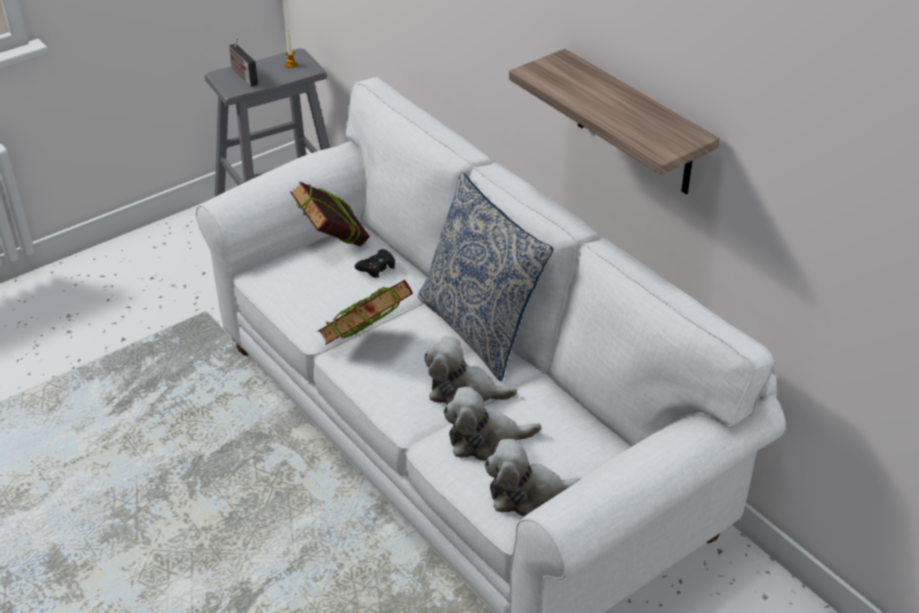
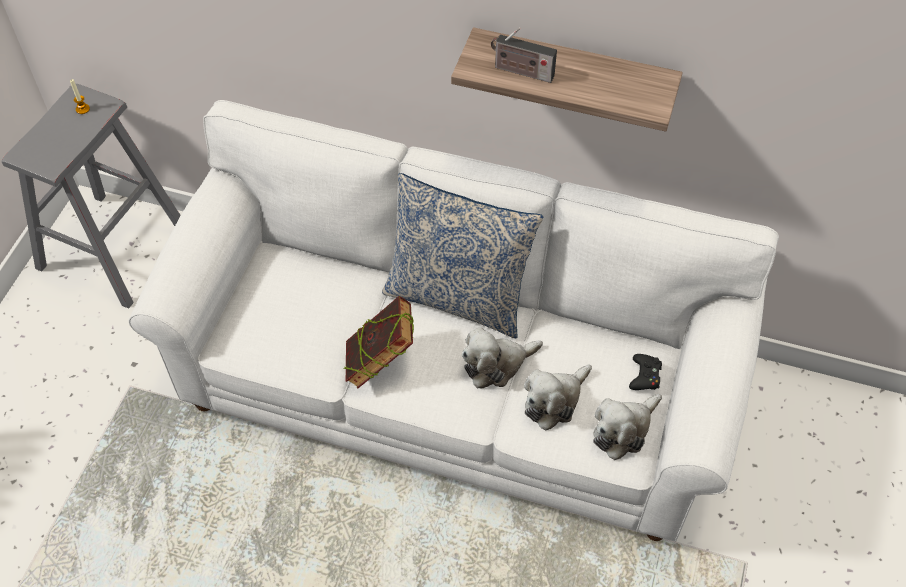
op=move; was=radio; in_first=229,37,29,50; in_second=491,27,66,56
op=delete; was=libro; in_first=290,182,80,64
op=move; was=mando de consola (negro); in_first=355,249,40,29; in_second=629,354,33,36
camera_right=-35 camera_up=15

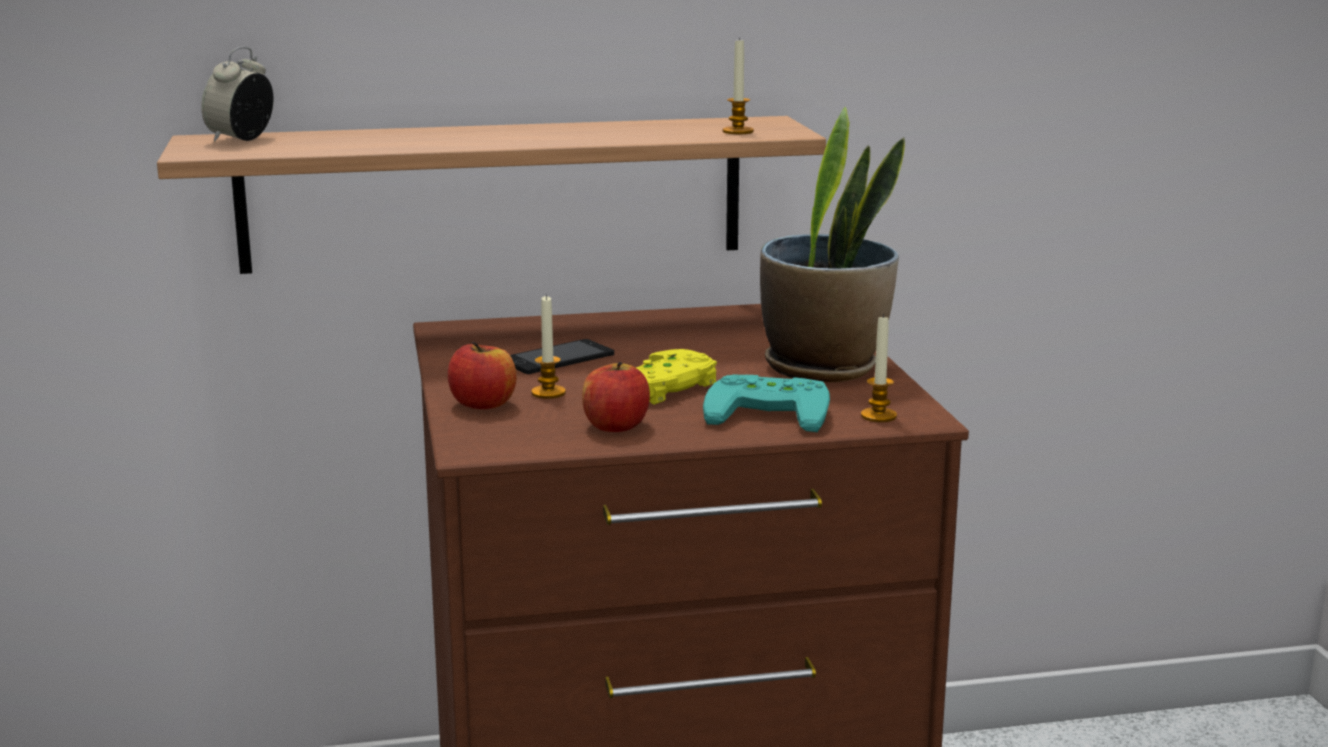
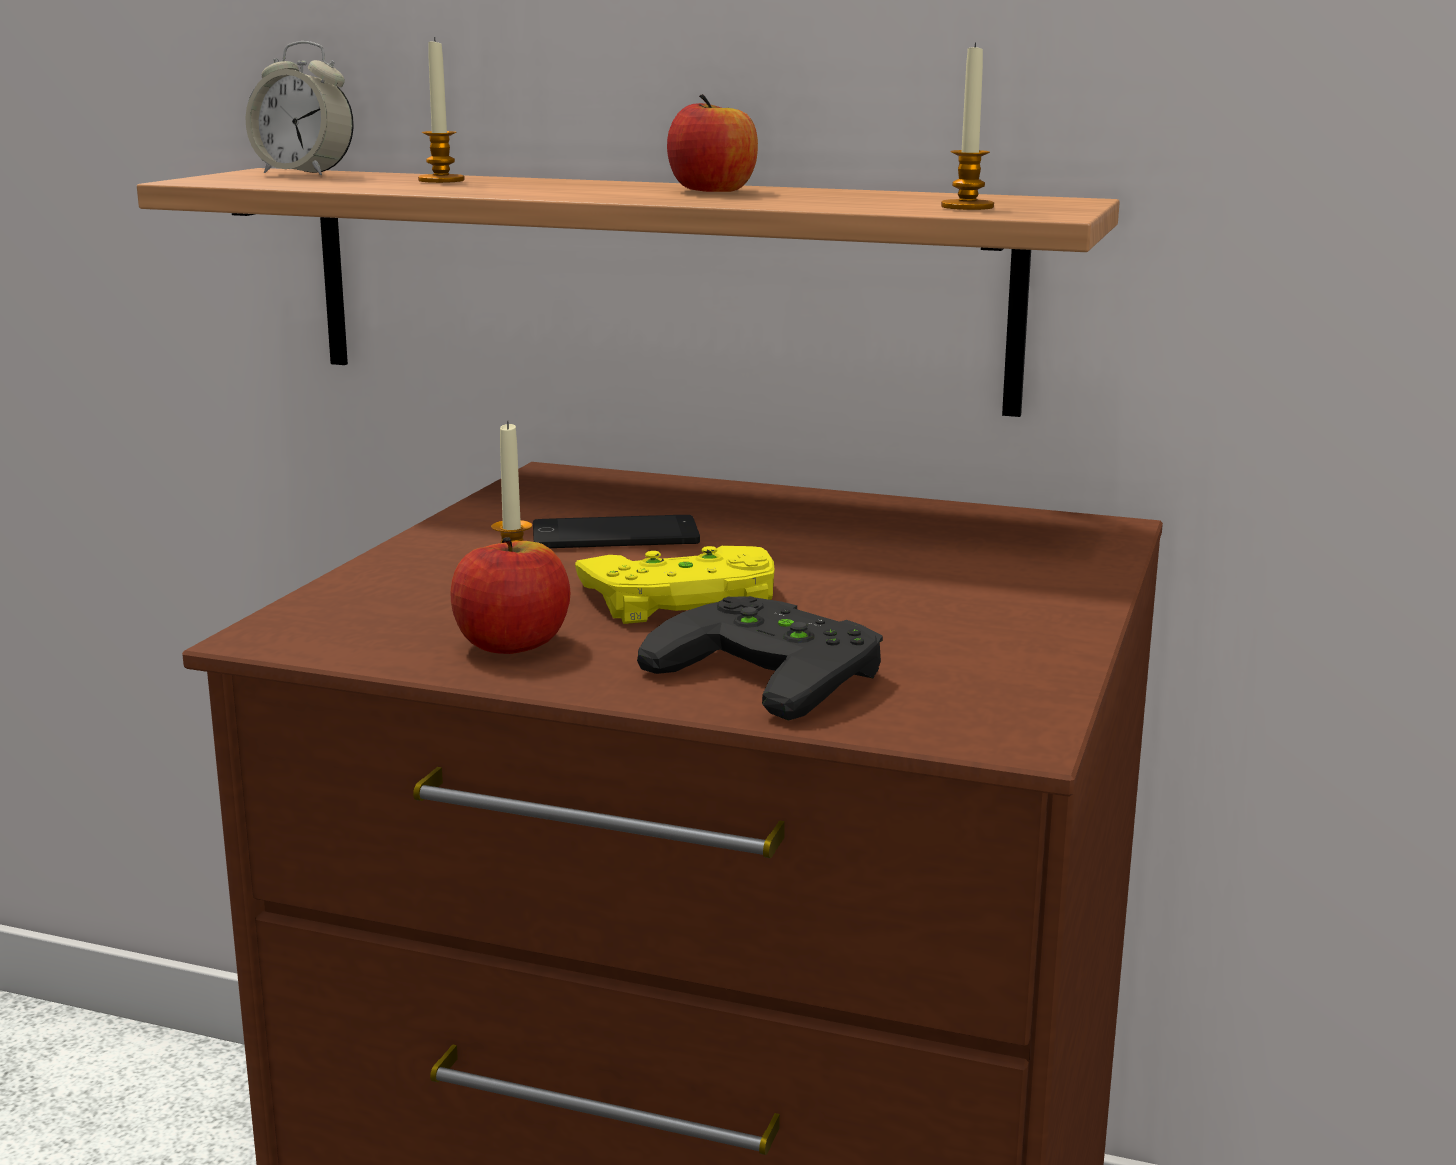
op=rotate; was=despertador; in_first=201,46,72,96; in_second=246,41,108,134; clockwise=-120
op=move; was=manzana; in_first=448,341,69,68; in_second=667,94,91,98
op=recolor; was=mando de consola (turquesa); now=mando de consola (negro); in_first=703,374,127,58; in_second=637,596,246,125
op=delete; was=planta en maceta; in_first=760,107,145,275
op=move; was=vela; in_first=861,314,36,108; in_second=418,37,47,146
camera_right=30 camera_up=0

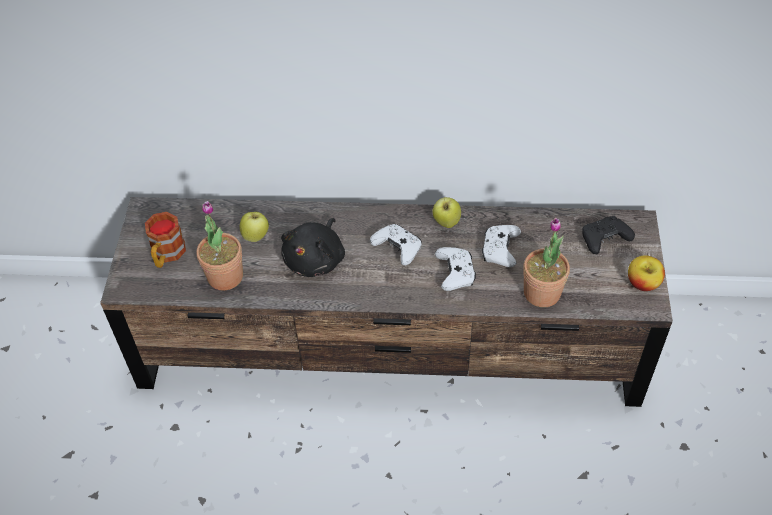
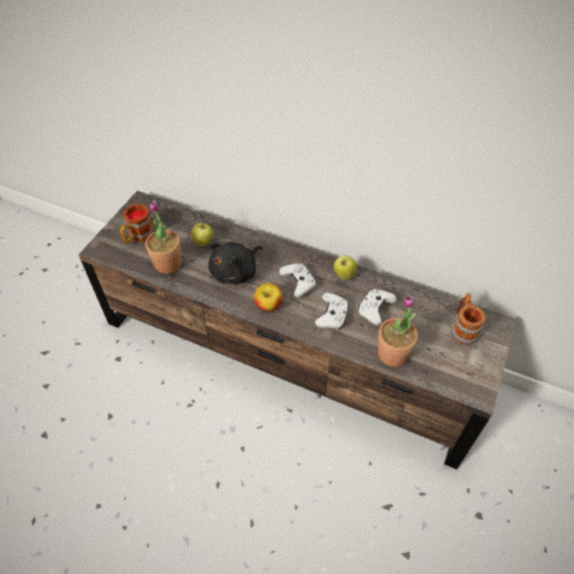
op=replace; was=mando de consola (negro); now=taza grande; in_first=582,216,53,38; in_second=451,293,35,52
op=move; was=manzana; in_first=628,255,37,36; in_second=254,283,29,29
camera_right=20 camera_up=0

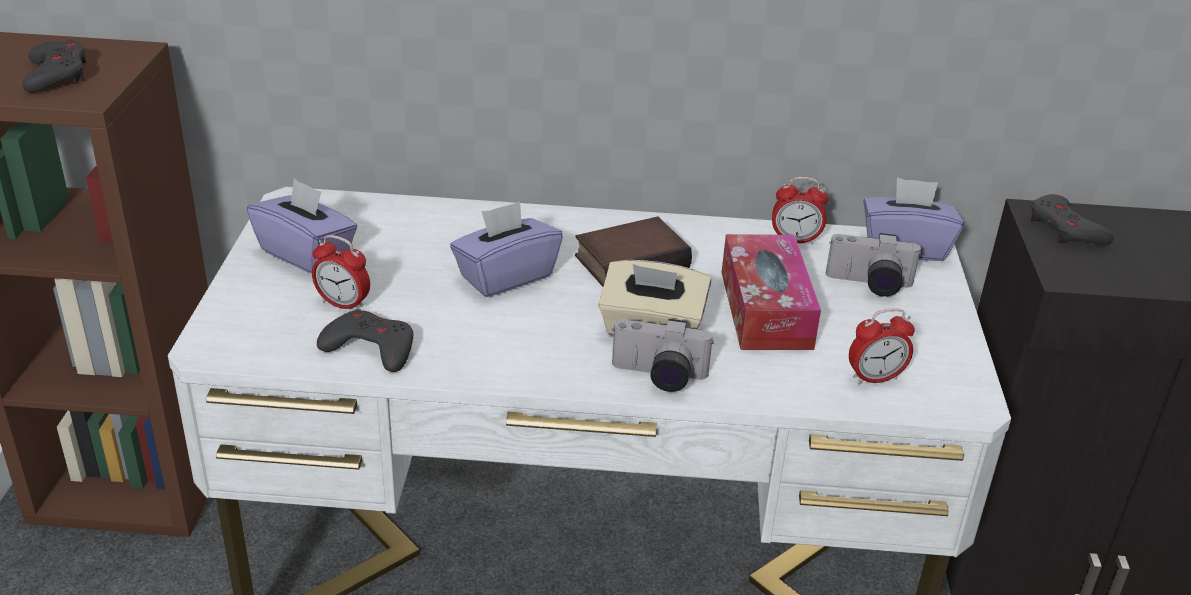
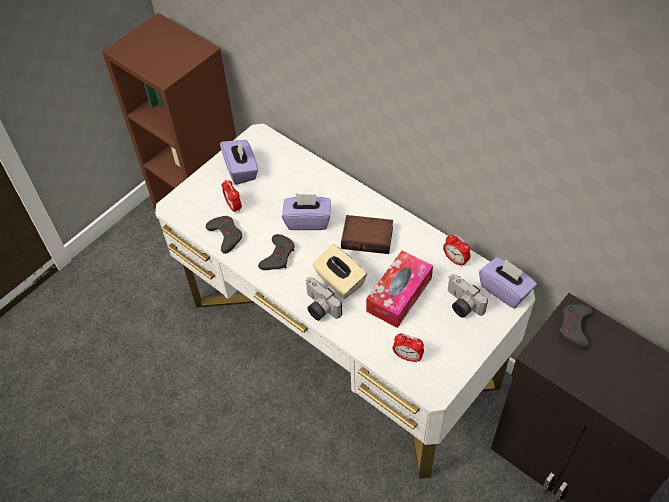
op=move; was=mando de consola (gris); in_first=22,40,64,53; in_second=258,234,37,36
camera_right=40 camera_up=20

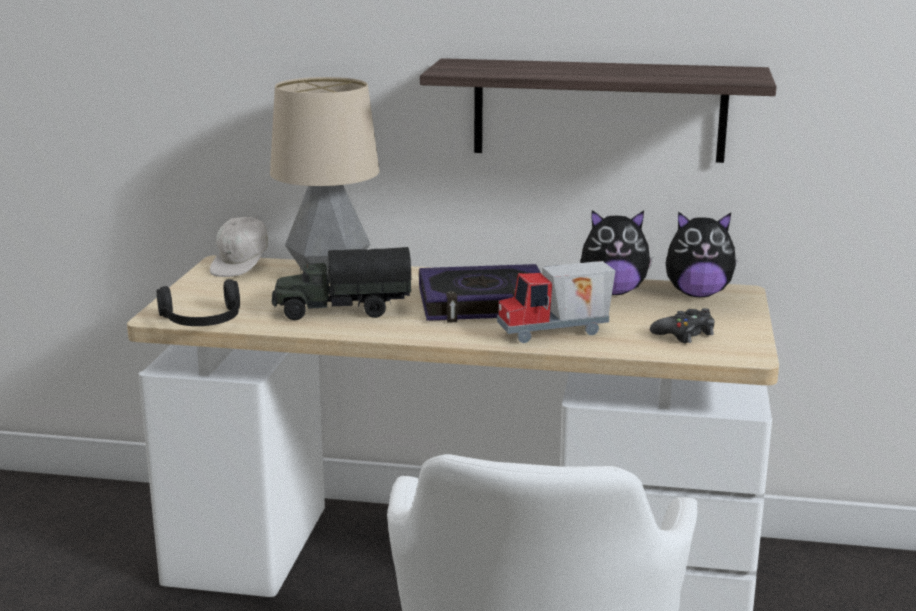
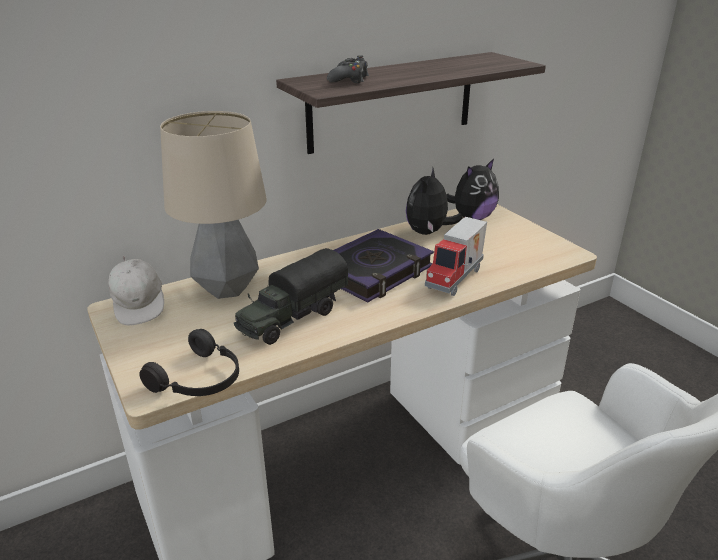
op=rotate; was=peluche; in_first=580,210,73,85; in_second=406,167,57,68; clockwise=150
op=move; was=mando de consola (negro); in_first=650,308,65,35; in_second=327,55,42,29
camera_right=-40 camera_up=10

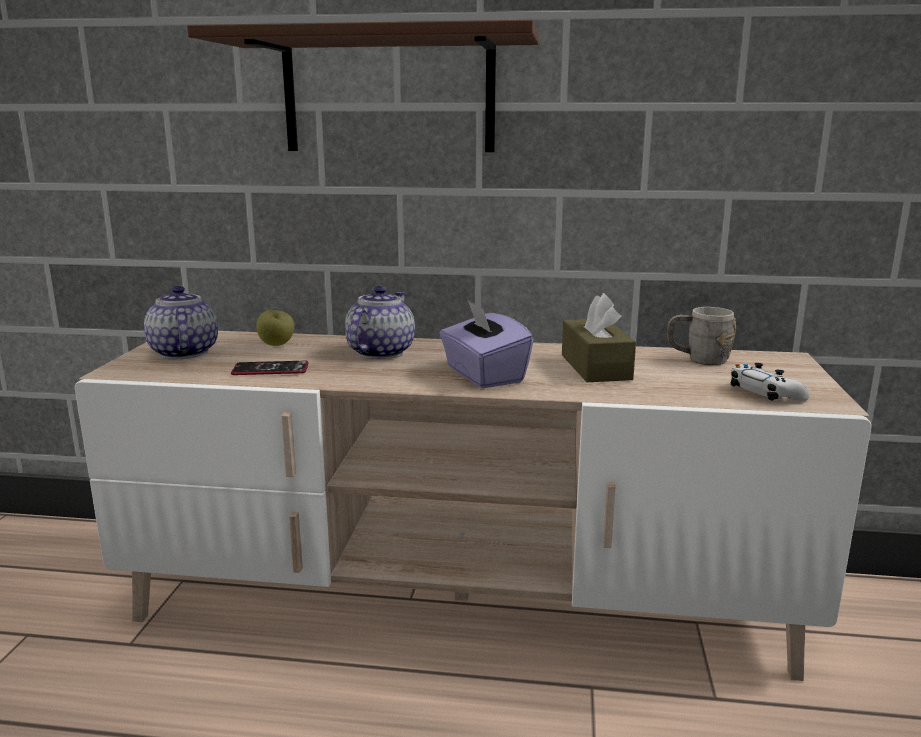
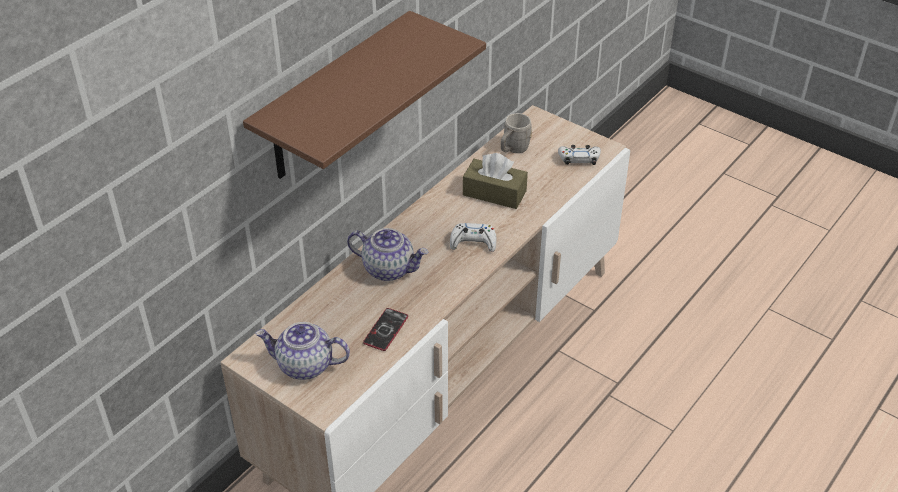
op=delete; was=manzana; in_first=256,310,38,36
op=rotate; was=tetera; in_first=345,286,70,73; in_second=347,228,81,53; clockwise=150
op=replace; was=caja de pañuelos (morado); now=mando de consola (blanco); in_first=439,300,95,88; in_second=450,223,46,29
camera_right=-60 camera_up=25

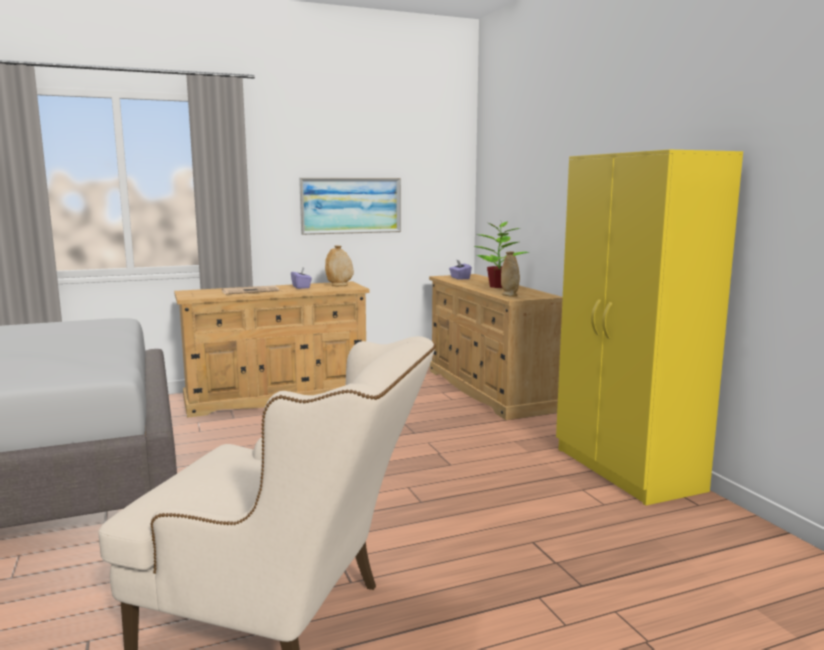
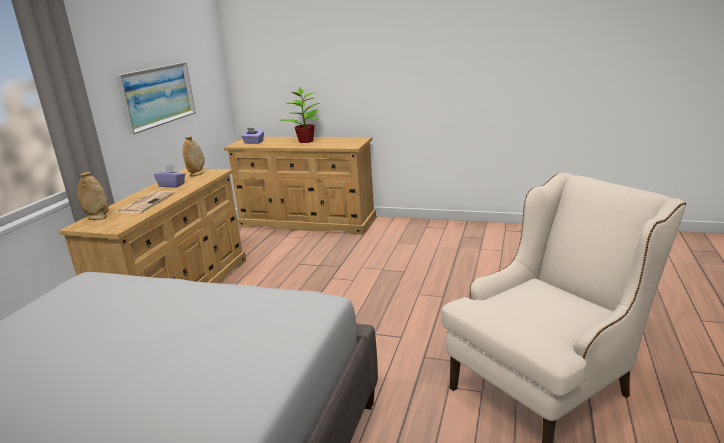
op=move; was=florero (beis); in_first=501,251,19,46; in_second=77,172,32,48
op=delete; was=armario ropero (amarillo); in_first=556,150,187,355
camera_right=-50 camera_up=10

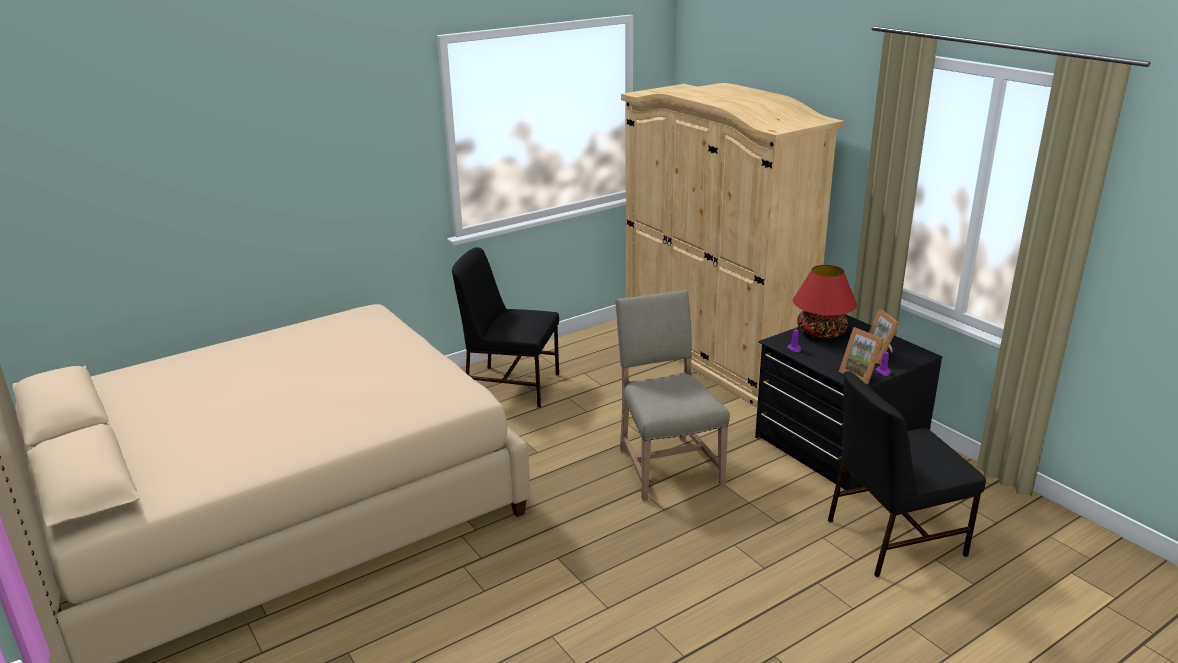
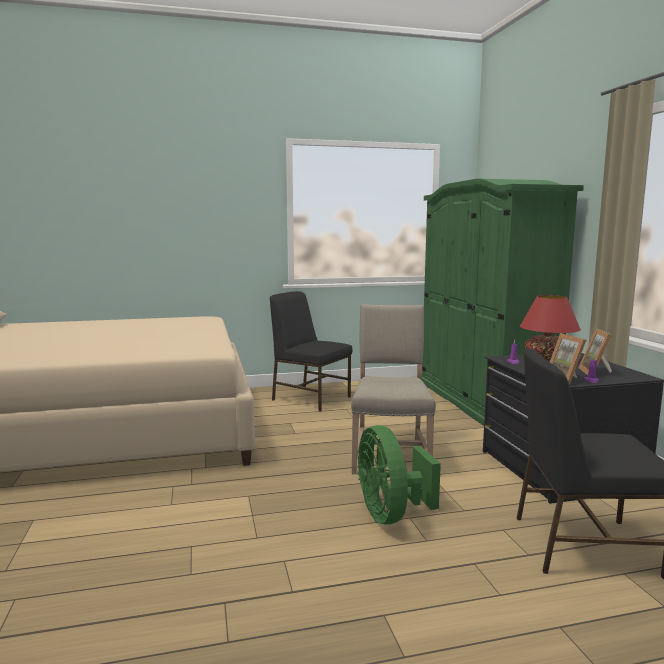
op=recolor; was=armario ropero (beis); now=armario ropero (verde); in_first=621,83,223,325; in_second=422,179,162,247
op=insert; now=ventilador (verde); in_second=358,425,83,100
camera_right=20 camera_up=-15

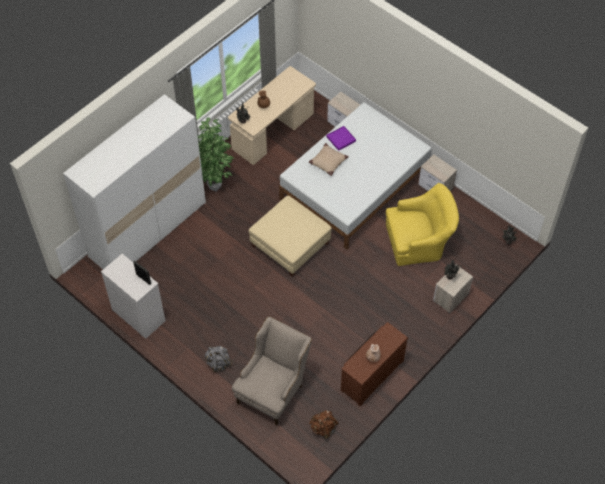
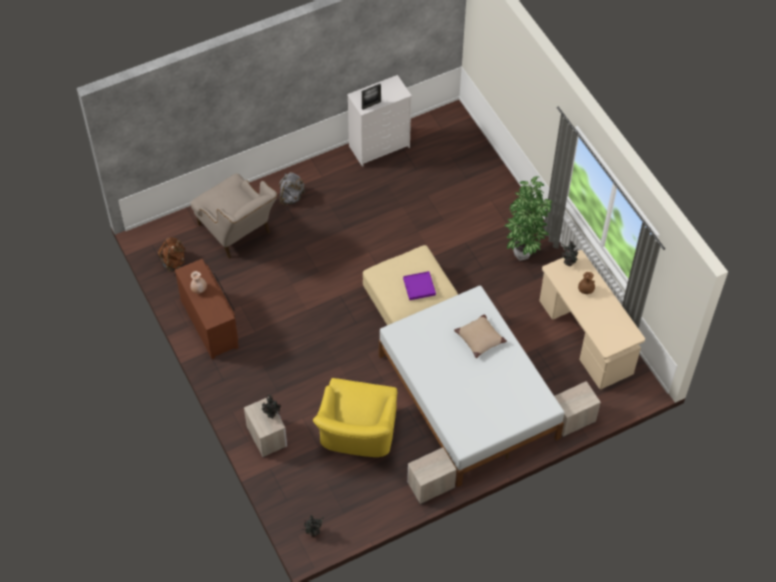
op=delete; was=armario ropero (blanco); in_first=63,94,143,175
op=move; was=bandeja (morado); in_first=326,126,30,25; in_second=403,271,33,29
camera_right=110 camera_up=0

